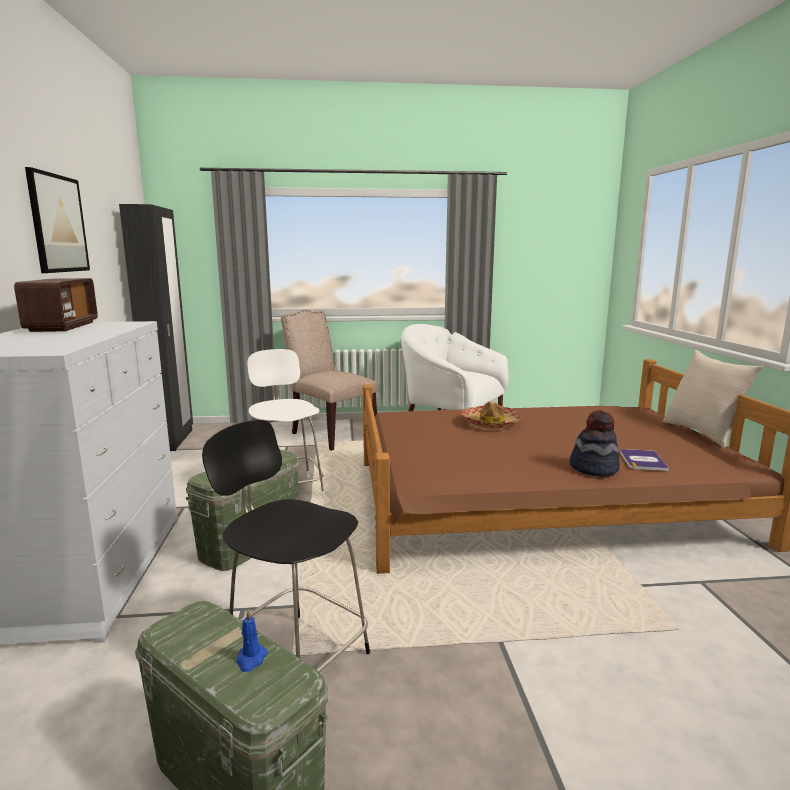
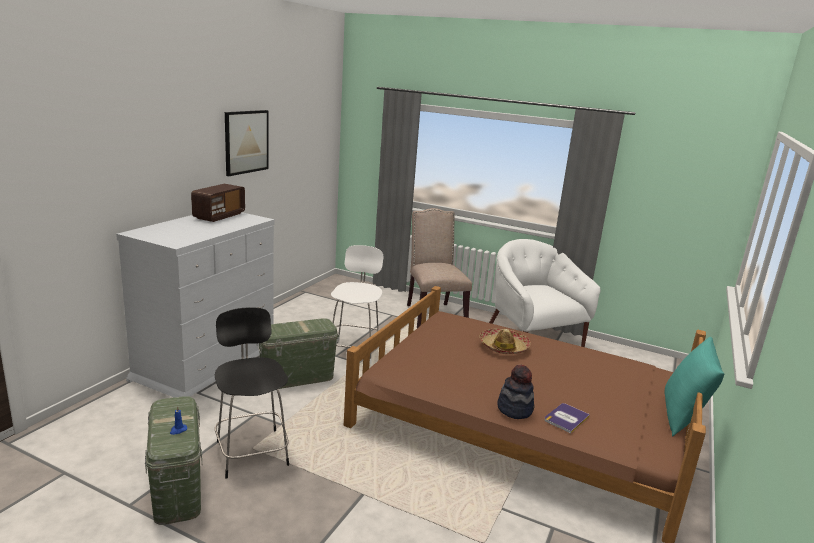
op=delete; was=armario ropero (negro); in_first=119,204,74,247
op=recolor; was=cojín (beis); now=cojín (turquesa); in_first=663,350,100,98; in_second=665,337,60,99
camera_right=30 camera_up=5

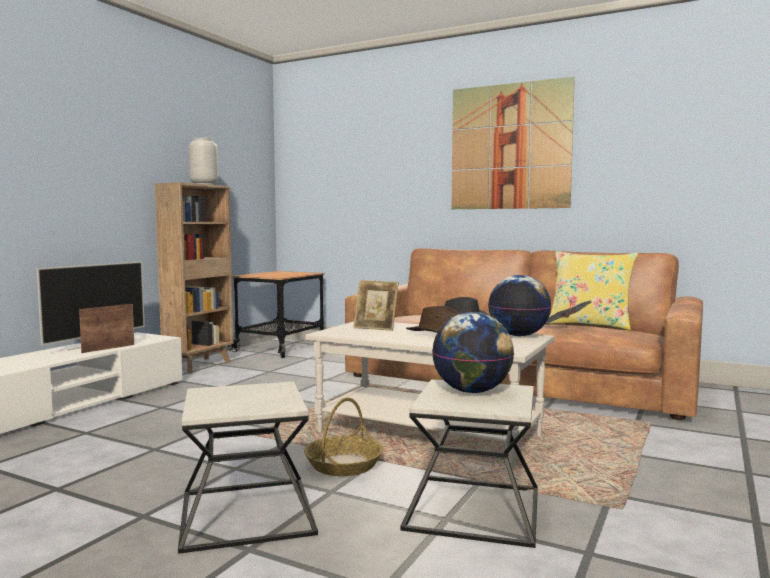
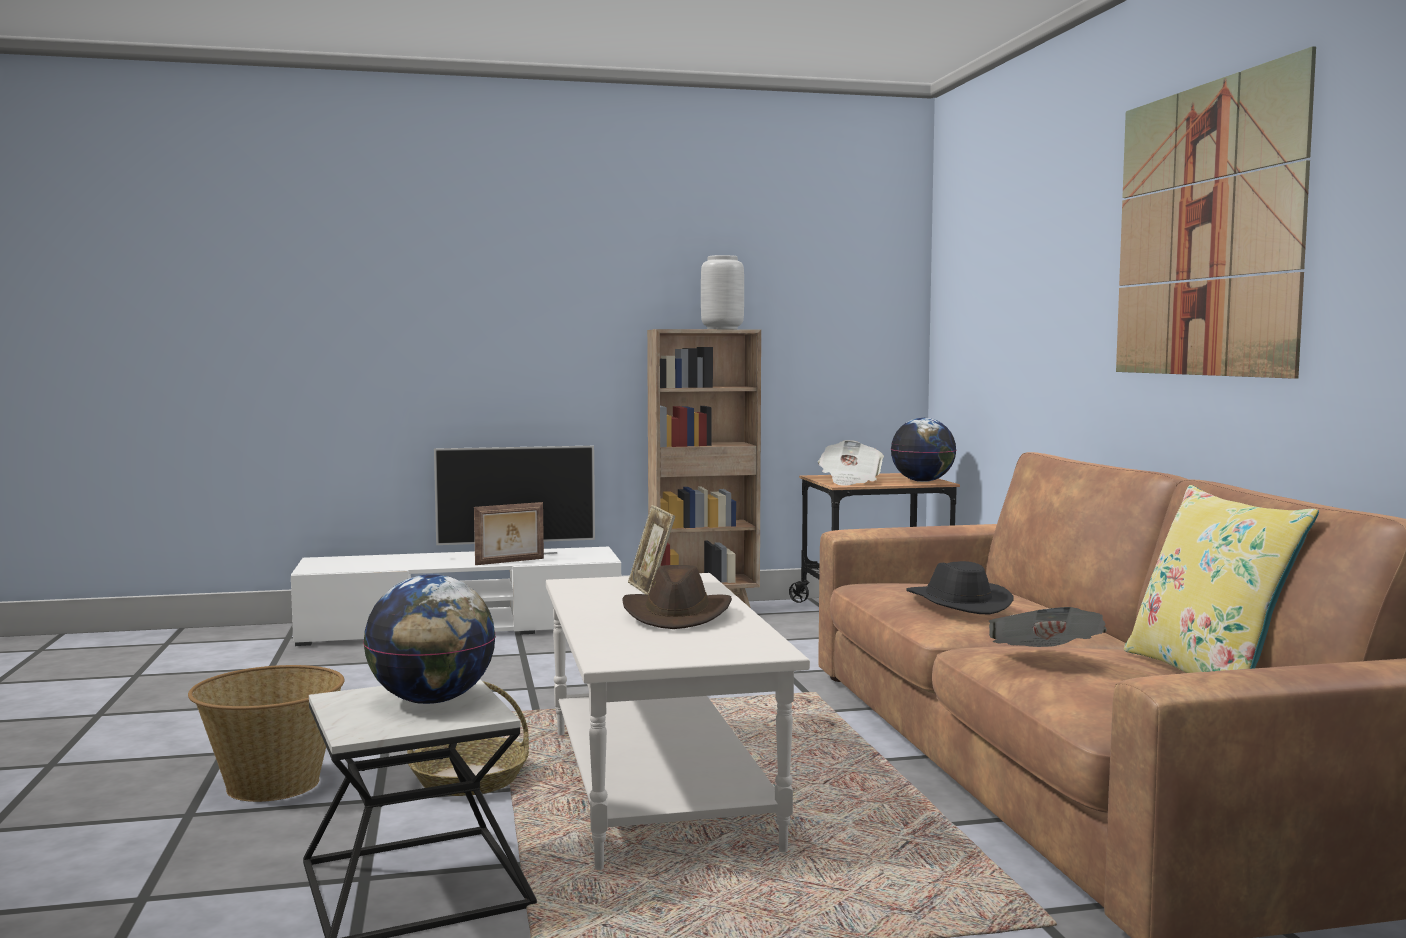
op=rotate; was=portarretratos; in_first=79,304,55,49; in_second=474,502,70,63; clockwise=150
op=replace; was=mesa auxiliar; now=cesta; in_first=178,382,140,172; in_second=188,665,157,137
op=move; was=globo terráqueo; in_first=488,275,63,61; in_second=891,418,65,64
op=insert; now=periódico; in_second=818,440,66,46
camera_right=50 camera_up=0

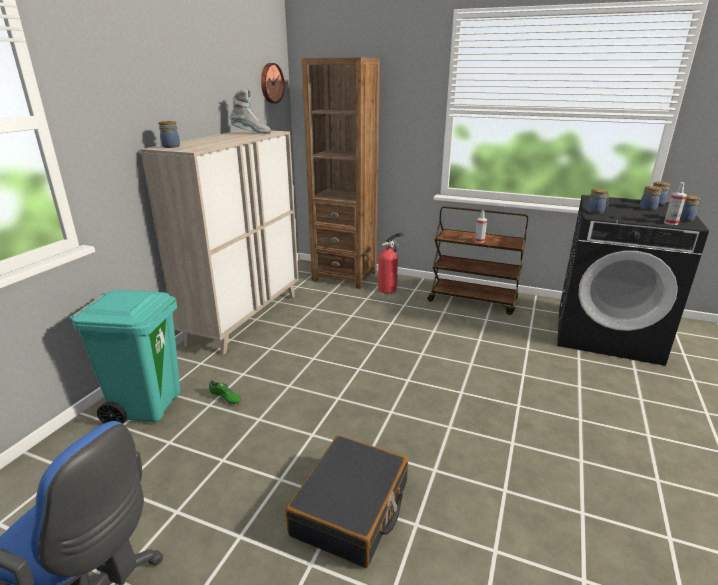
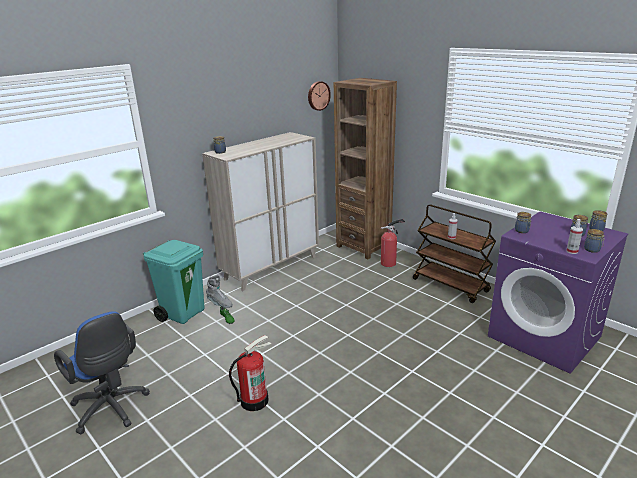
op=move; was=bota (gris); in_first=230,89,41,44; in_second=206,275,27,33
op=replace; was=maleta (negro); now=extintor; in_first=286,435,122,133; in_second=229,335,42,76
op=recolor; was=lavadora (negro); now=lavadora (morado); in_first=557,195,152,171; in_second=488,211,140,163
camera_right=25 camera_up=0

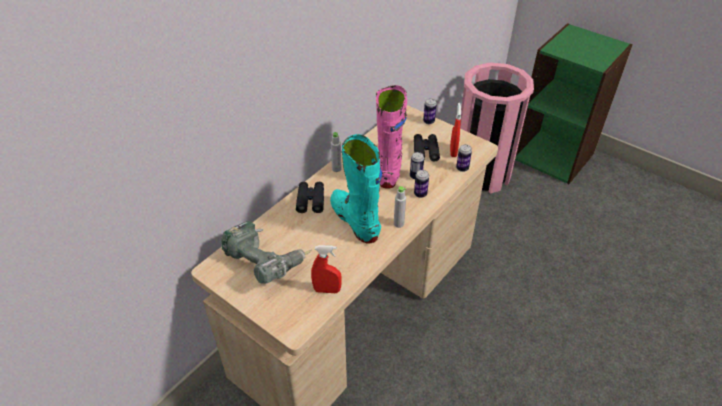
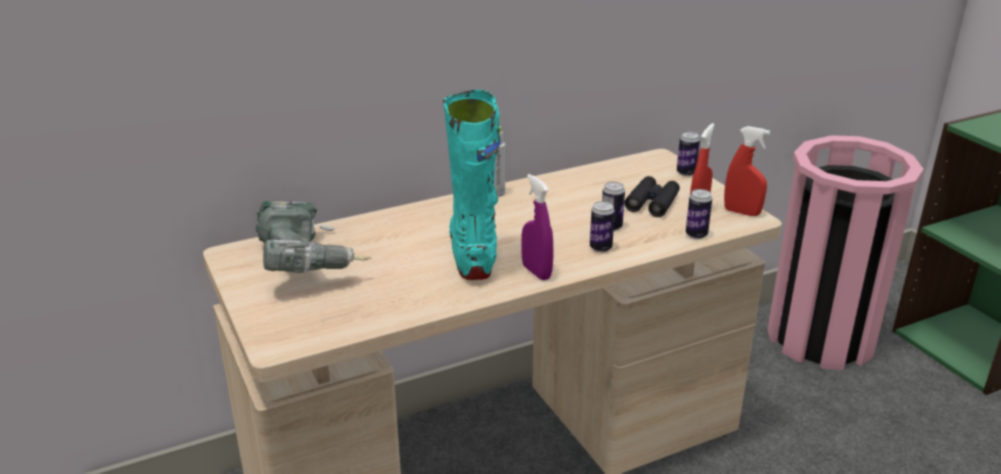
op=delete; was=prismáticos (negro); in_first=296,182,28,31
op=move; was=pulverizador (rojo); in_first=311,245,31,48; in_second=724,126,46,90
op=delete; was=bota (rosa); in_first=376,85,31,104
op=replace; was=botella (gris); now=pulverizador (morado); in_first=394,186,12,42; in_second=521,174,33,106
camera_right=25 camera_up=-15

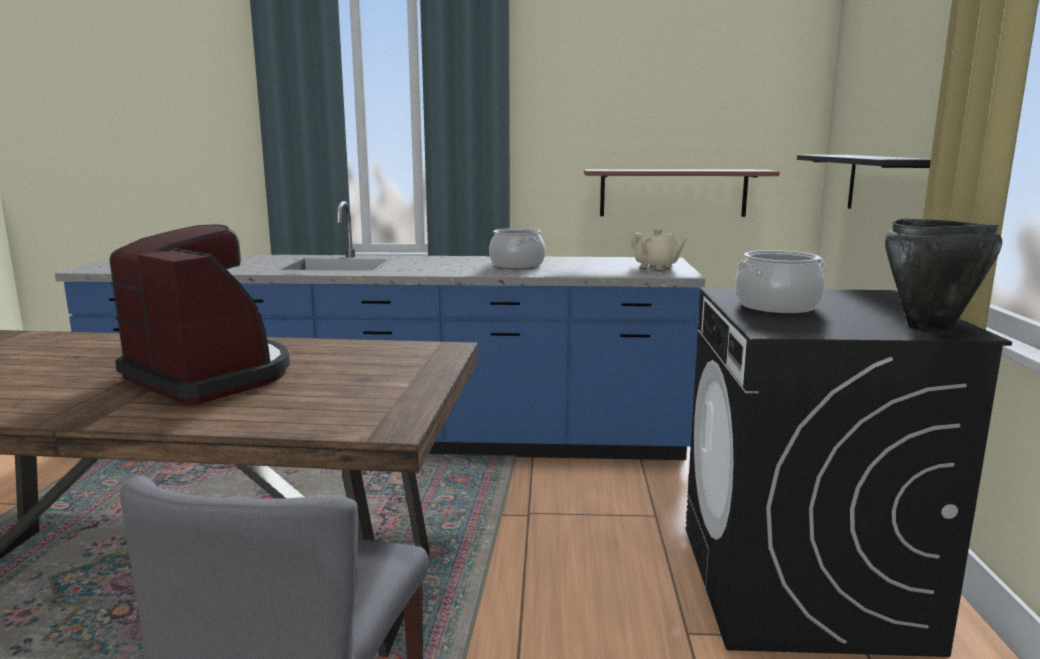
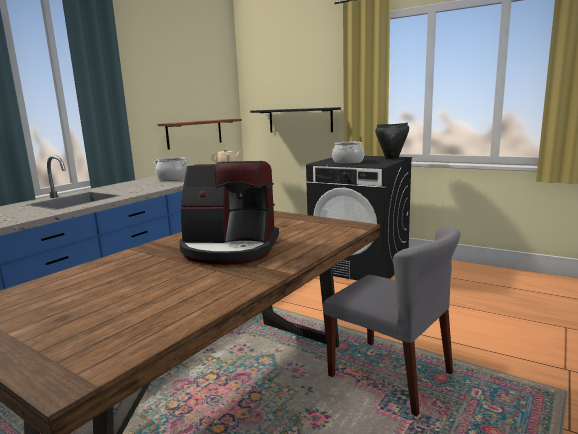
op=rotate; was=cafetera; in_first=110,224,180,181; in_second=179,161,100,104; clockwise=-150
camera_right=-60 camera_up=0

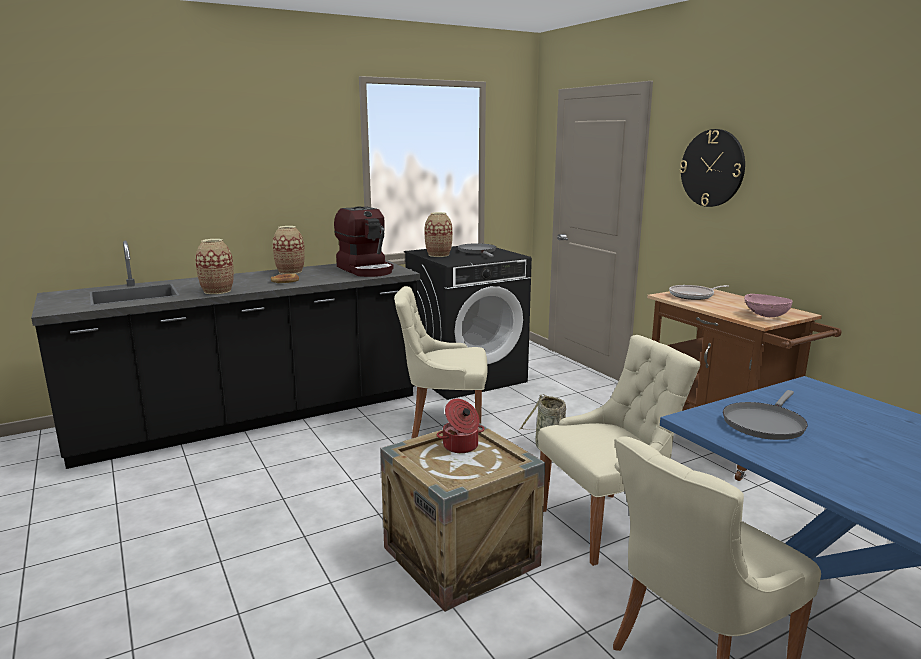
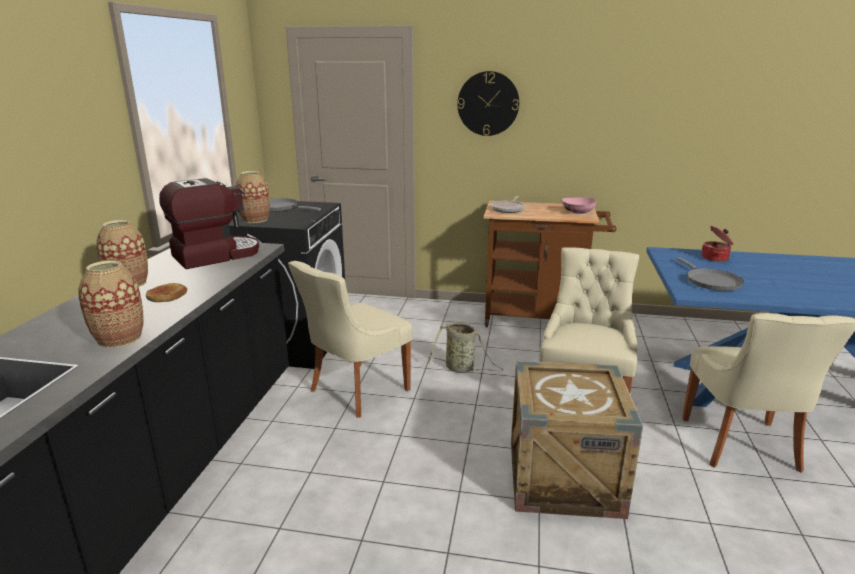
op=rotate; was=cafetera; in_first=334,206,60,71; in_second=159,178,100,91; clockwise=-45
op=move; was=olla; in_first=437,399,48,54; in_second=702,226,31,36
camera_right=-50 camera_up=5

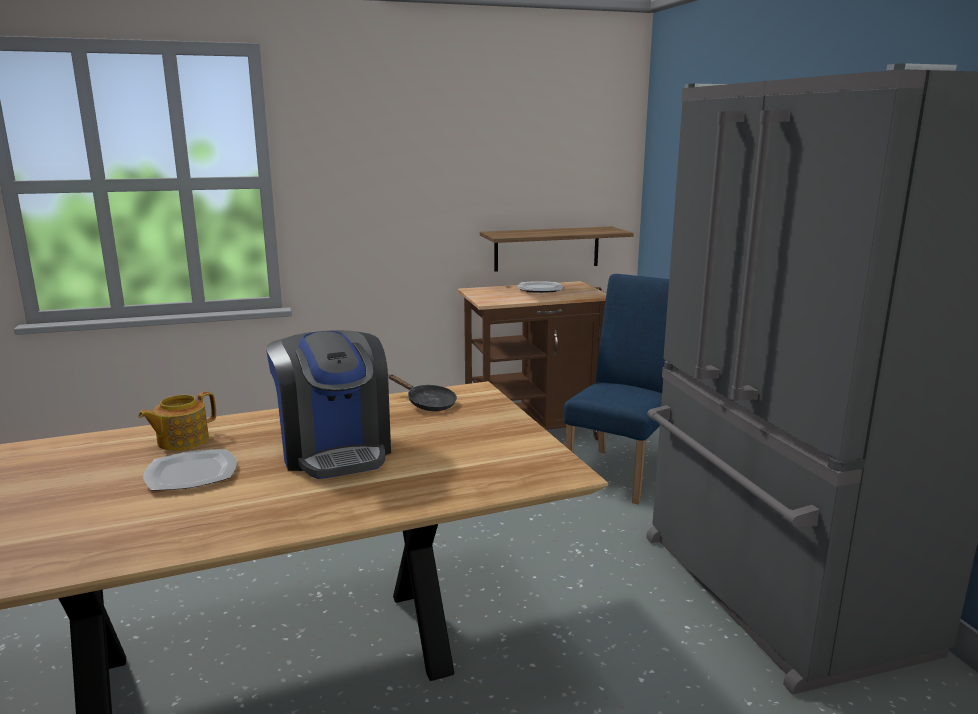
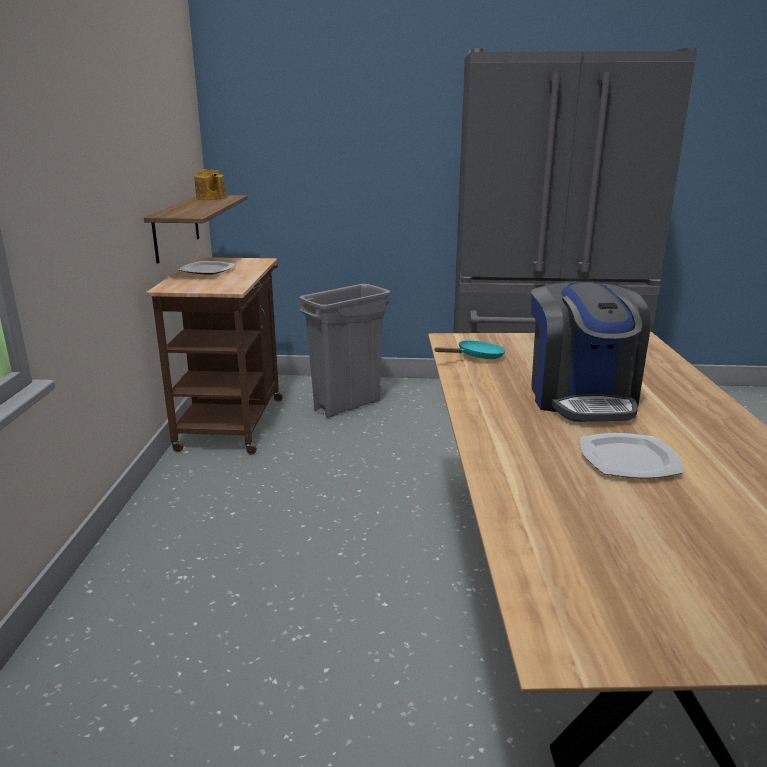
op=move; was=tetera; in_first=138,391,78,60; in_second=194,169,32,31
op=rotate; was=cafetera; in_first=266,330,125,149; in_second=531,282,120,140; clockwise=90
op=recolor; was=sartén (negro); now=sartén (turquesa); in_first=388,374,69,37; in_second=435,340,70,19
op=replace; was=silla (azul); now=papelera (gris); in_first=564,274,105,230; in_second=299,284,91,134
camera_right=-70 camera_up=5

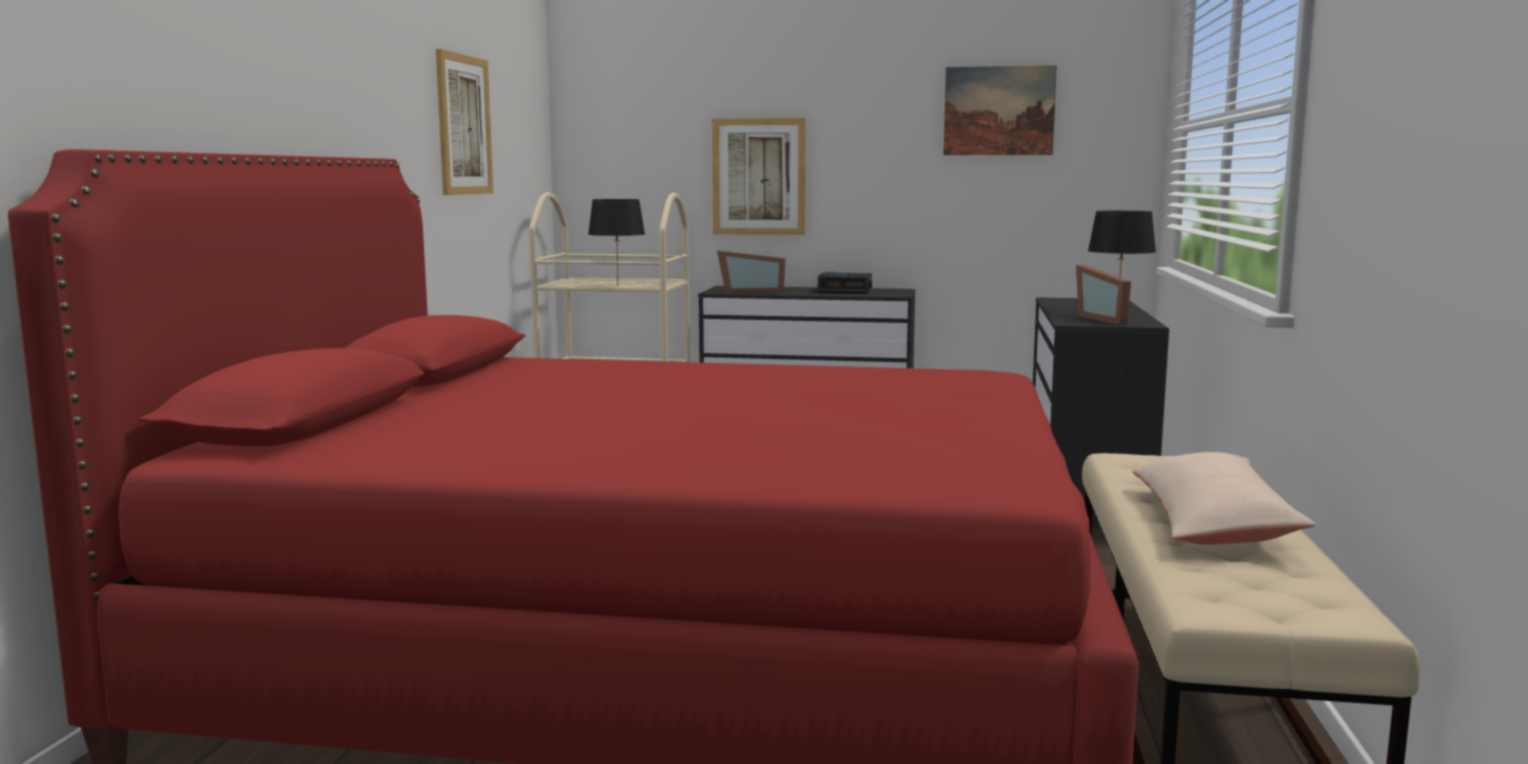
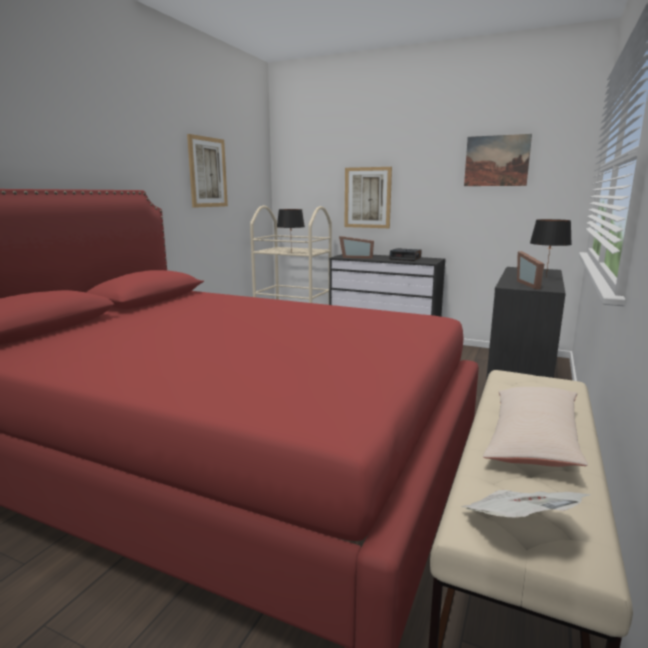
op=insert; now=periódico; in_second=461,490,130,28
camera_right=15 camera_up=5

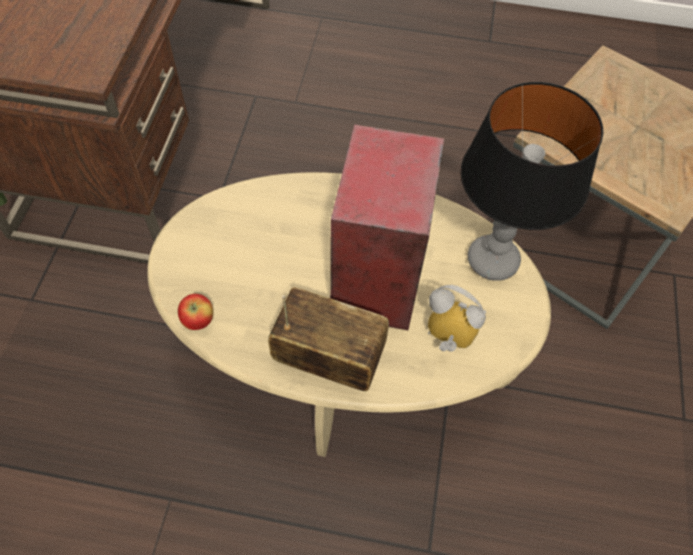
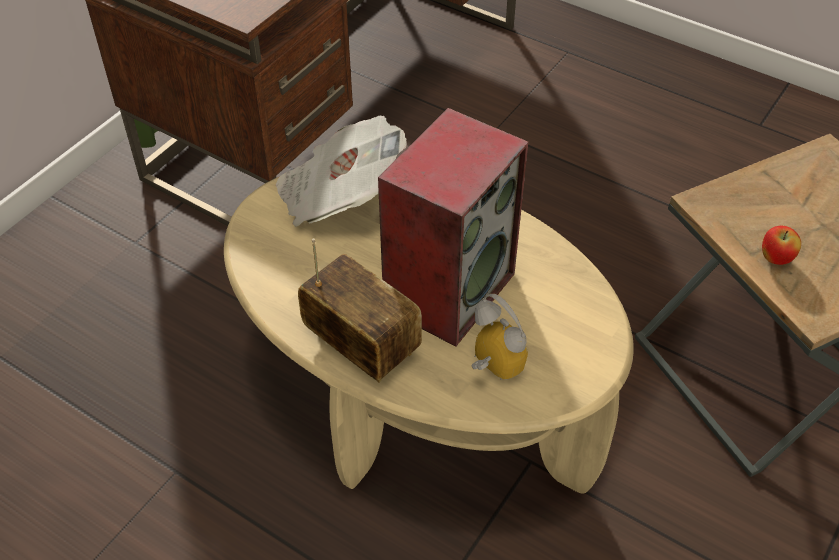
op=move; was=manzana; in_first=178,294,35,36; in_second=762,226,39,39
op=delete; was=lámpara de mesa; in_first=461,82,142,199
op=insert; now=periódico; in_second=276,116,131,111
camera_right=25 camera_up=-10

